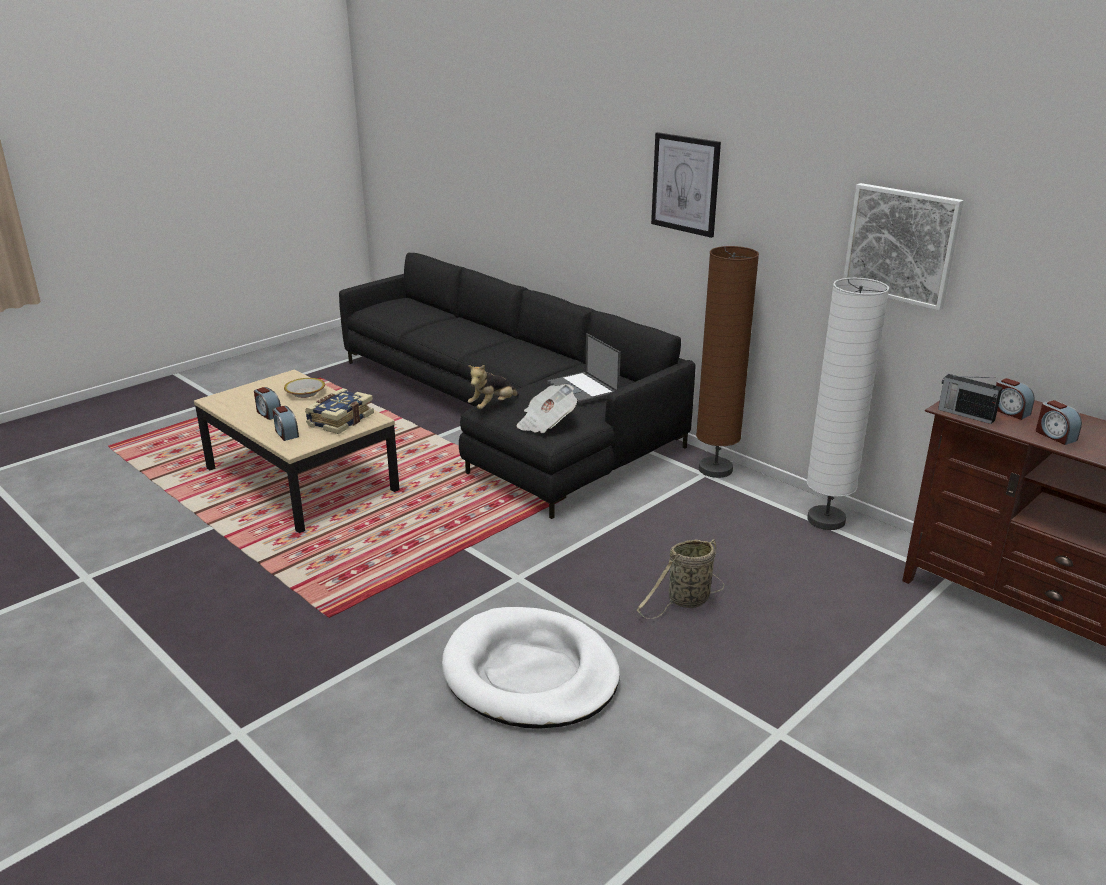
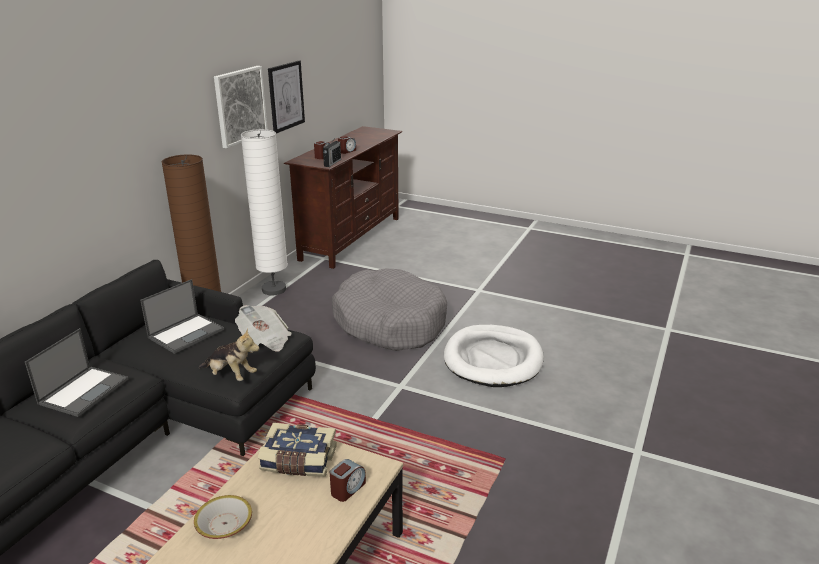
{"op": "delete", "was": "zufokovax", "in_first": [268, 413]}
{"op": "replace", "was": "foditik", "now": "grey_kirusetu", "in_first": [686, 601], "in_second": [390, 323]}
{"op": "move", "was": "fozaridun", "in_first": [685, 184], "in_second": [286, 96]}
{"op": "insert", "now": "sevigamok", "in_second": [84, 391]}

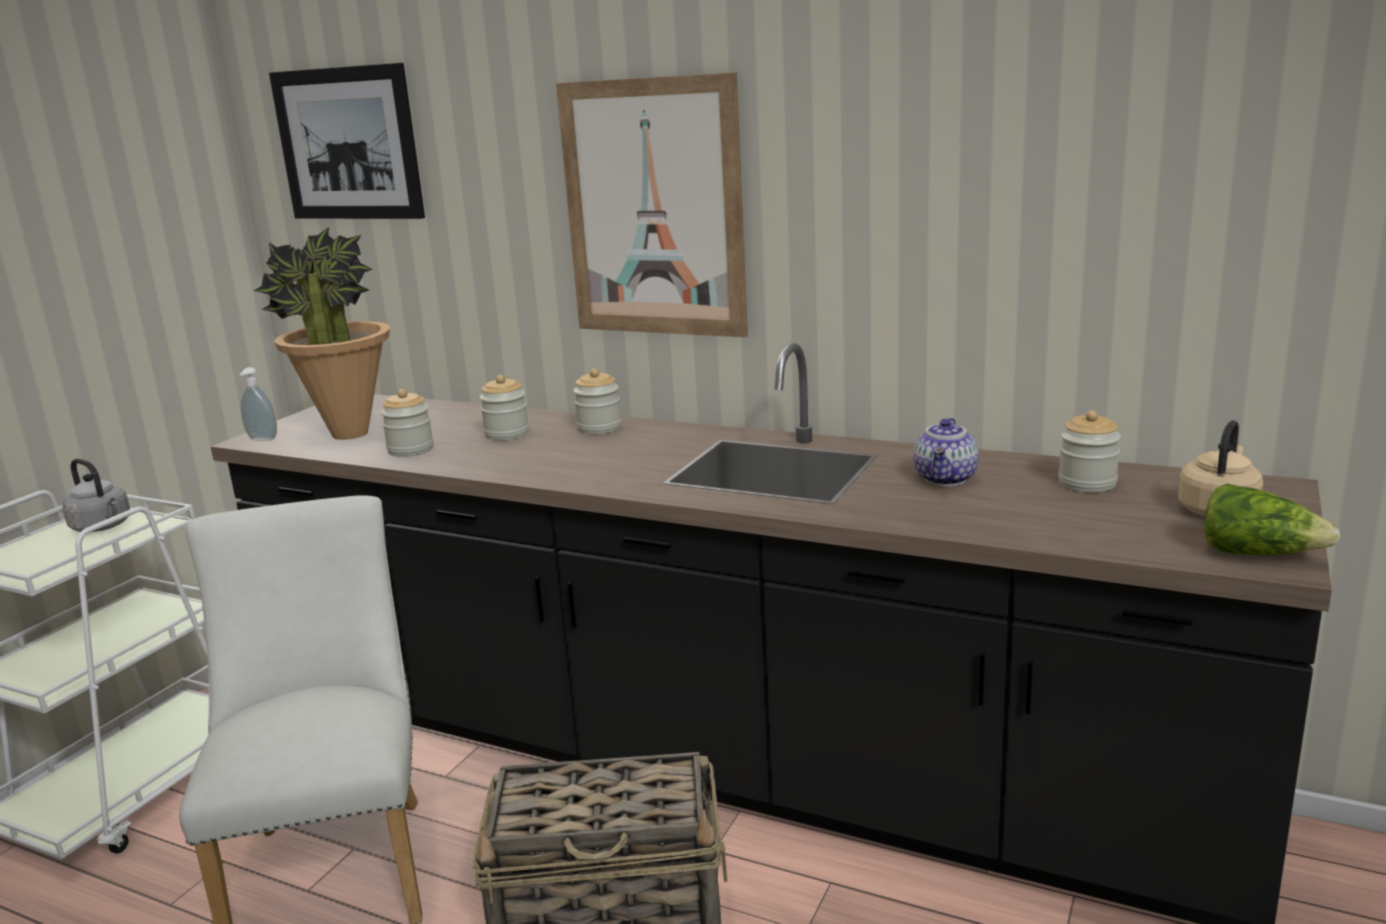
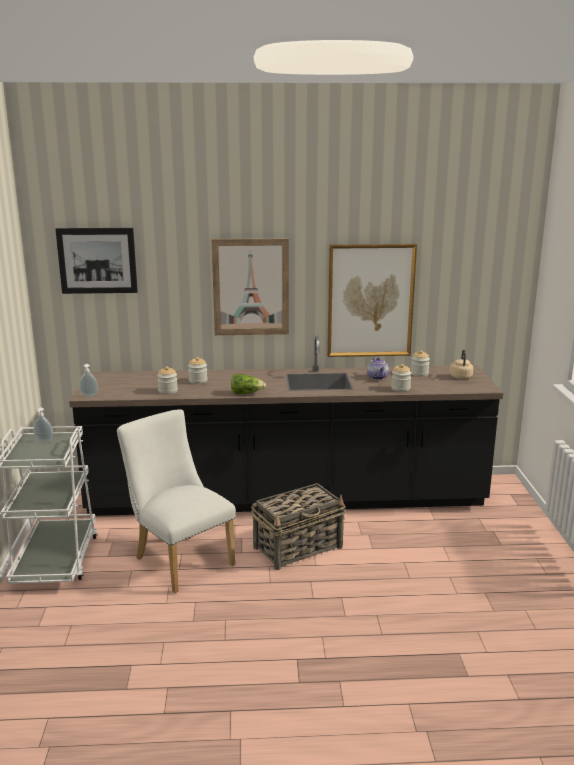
{"op": "replace", "was": "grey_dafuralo", "now": "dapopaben", "in_first": [103, 527], "in_second": [43, 441]}
{"op": "delete", "was": "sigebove", "in_first": [349, 434]}
{"op": "move", "was": "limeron", "in_first": [599, 428], "in_second": [400, 388]}
{"op": "move", "was": "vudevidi", "in_first": [1258, 554], "in_second": [246, 393]}
{"op": "insert", "now": "fozaridun", "in_second": [370, 300]}

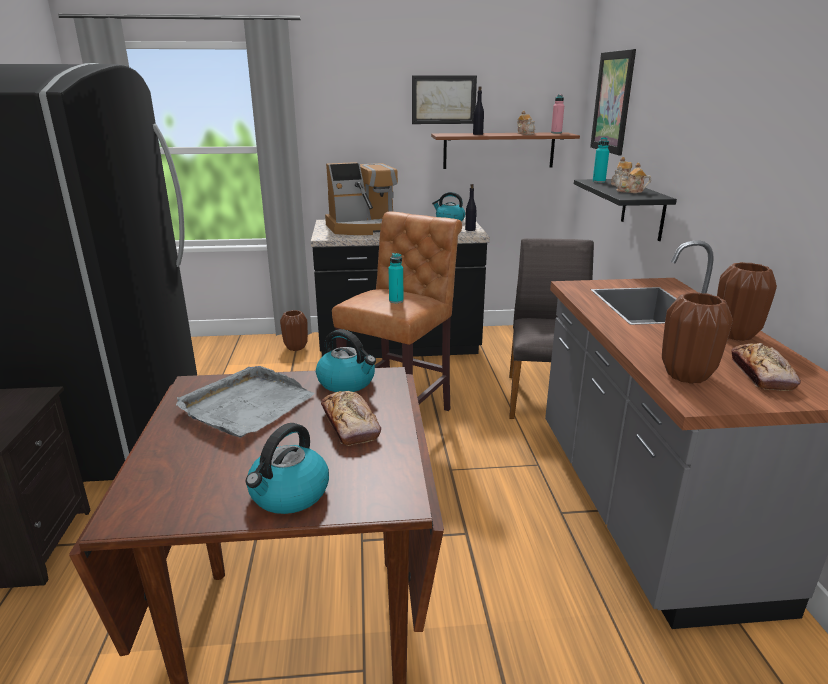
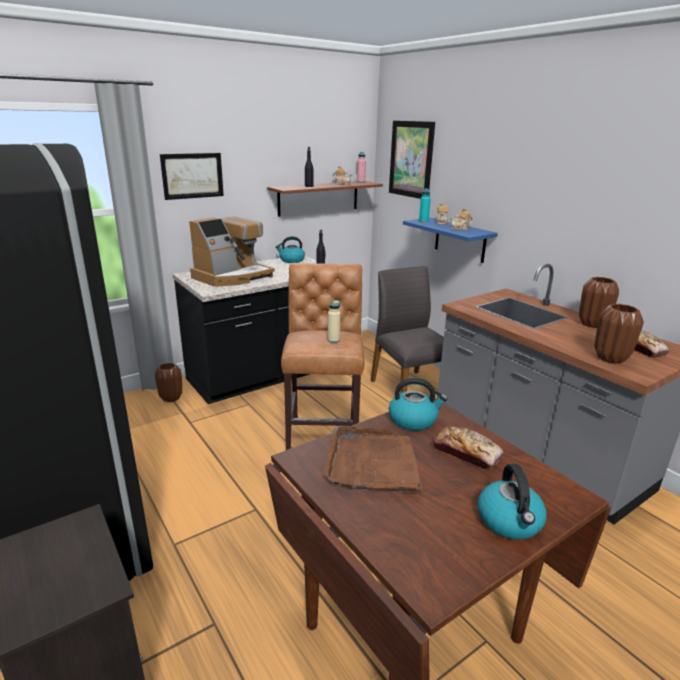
{"op": "recolor", "was": "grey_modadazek", "now": "brown_modadazek", "in_first": [246, 405], "in_second": [372, 463]}
{"op": "recolor", "was": "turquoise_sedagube", "now": "beige_sedagube", "in_first": [396, 301], "in_second": [333, 340]}
{"op": "move", "was": "fozaridun", "in_first": [443, 100], "in_second": [192, 175]}
{"op": "recolor", "was": "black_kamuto", "now": "blue_kamuto", "in_first": [643, 209], "in_second": [460, 240]}

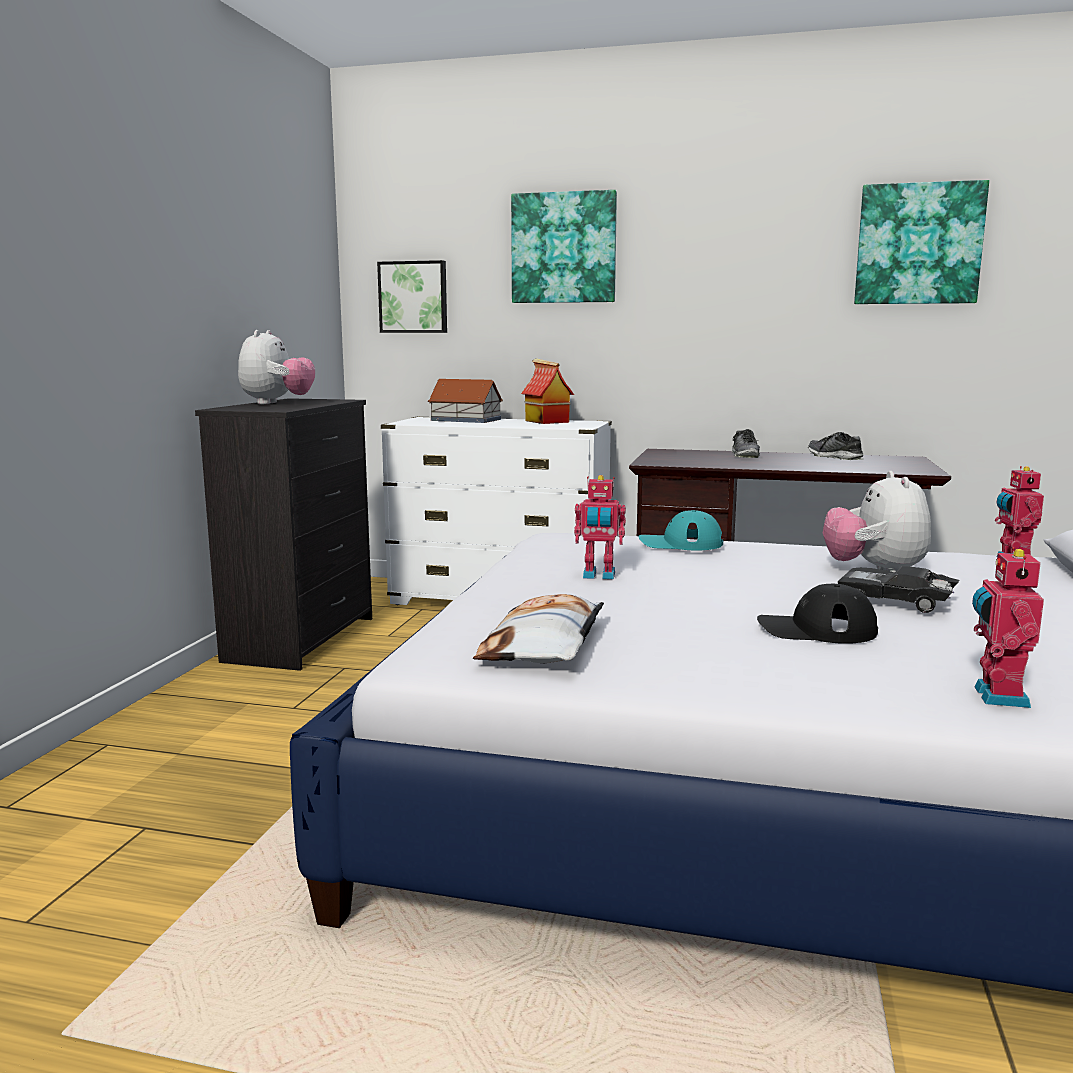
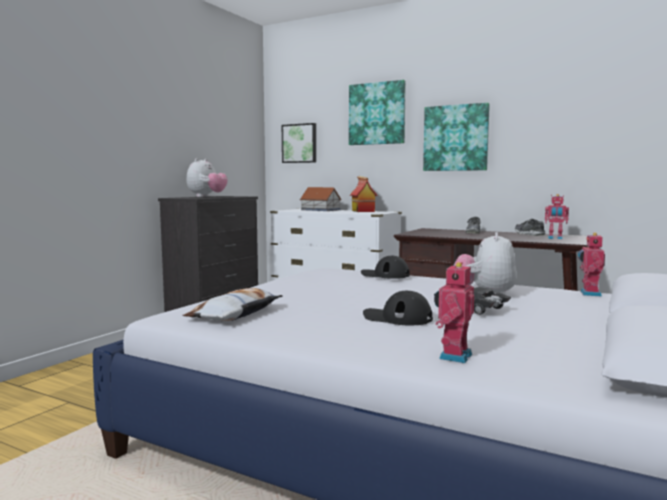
{"op": "move", "was": "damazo", "in_first": [599, 576], "in_second": [555, 238]}
{"op": "recolor", "was": "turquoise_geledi", "now": "black_geledi", "in_first": [680, 543], "in_second": [385, 275]}
{"op": "move", "was": "fozaridun", "in_first": [918, 244], "in_second": [456, 138]}

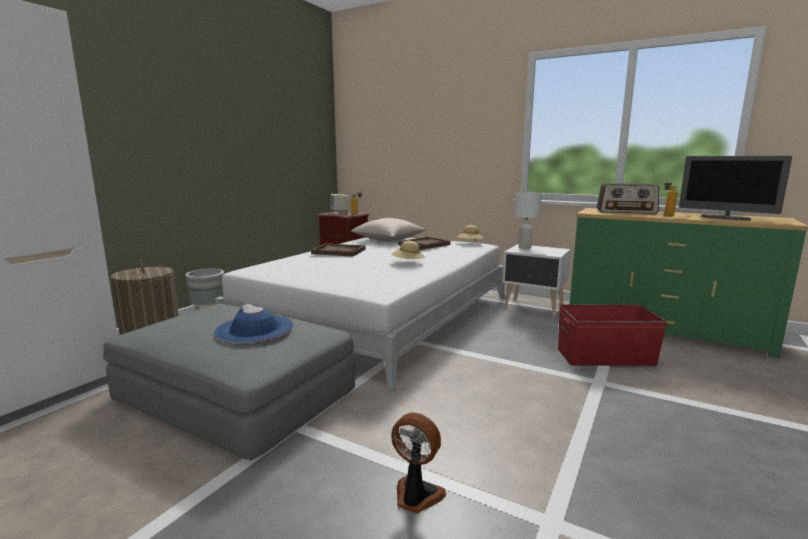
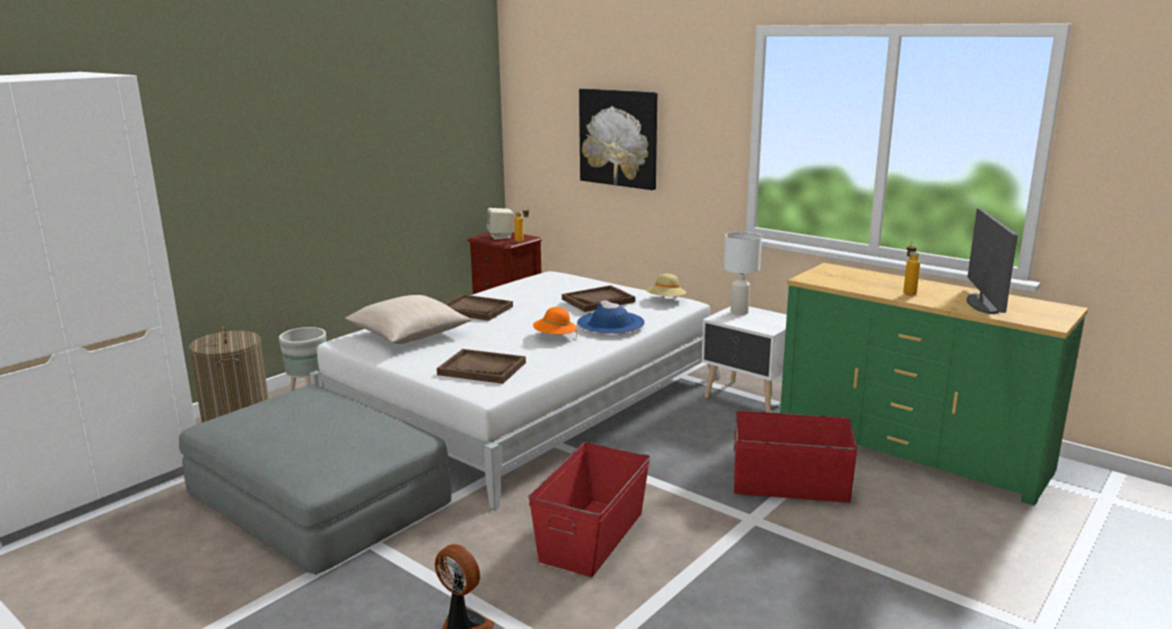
{"op": "move", "was": "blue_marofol", "in_first": [254, 329], "in_second": [610, 323]}
{"op": "move", "was": "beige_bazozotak", "in_first": [388, 240], "in_second": [409, 335]}
{"op": "recolor", "was": "beige_marofol", "now": "orange_marofol", "in_first": [407, 263], "in_second": [554, 337]}
{"op": "delete", "was": "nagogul", "in_first": [626, 211]}
{"op": "rotate", "was": "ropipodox", "in_first": [725, 218], "in_second": [982, 304], "clockwise": -135}
{"op": "insert", "now": "brown_modadazek", "in_second": [482, 368]}
{"op": "insert", "now": "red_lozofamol", "in_second": [593, 536]}
{"op": "insert", "now": "fozaridun", "in_second": [619, 138]}

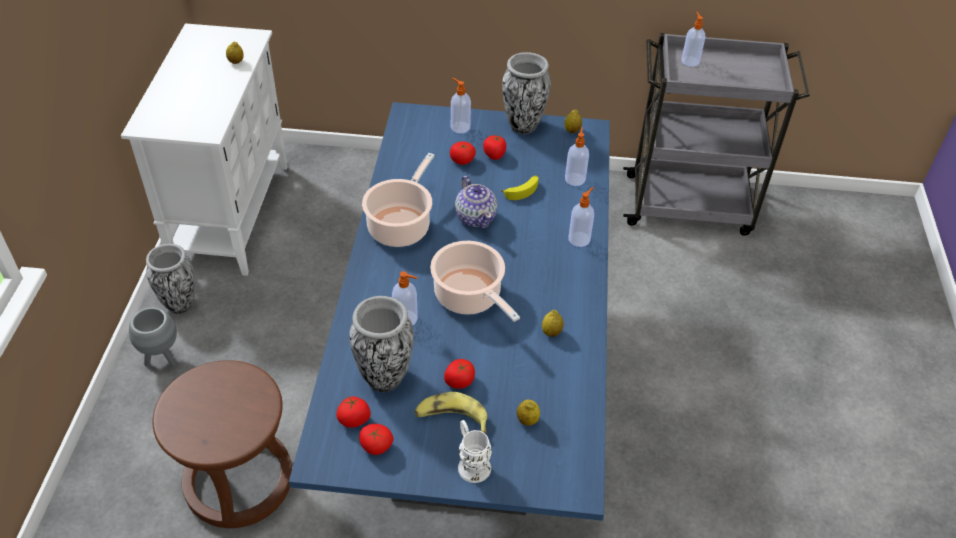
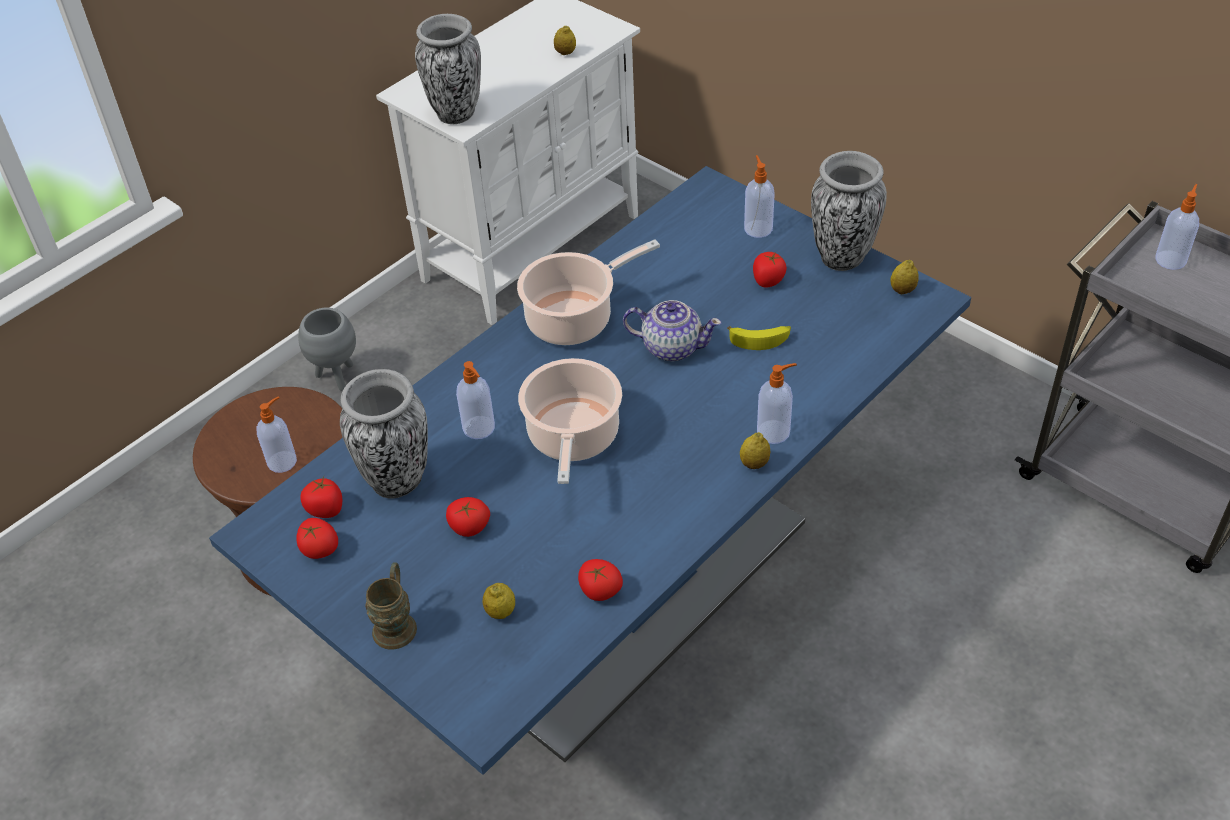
{"op": "move", "was": "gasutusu", "in_first": [179, 304], "in_second": [456, 113]}
{"op": "delete", "was": "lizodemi", "in_first": [451, 417]}
{"op": "move", "was": "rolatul", "in_first": [462, 161], "in_second": [599, 590]}
{"op": "rotate", "was": "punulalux", "in_first": [476, 217], "in_second": [671, 347], "clockwise": -90}
{"op": "recolor", "was": "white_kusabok", "now": "brown_kusabok", "in_first": [471, 462], "in_second": [396, 622]}
{"op": "move", "was": "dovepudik", "in_first": [551, 332], "in_second": [754, 464]}
{"op": "move", "was": "dapopaben", "in_first": [575, 179], "in_second": [283, 461]}

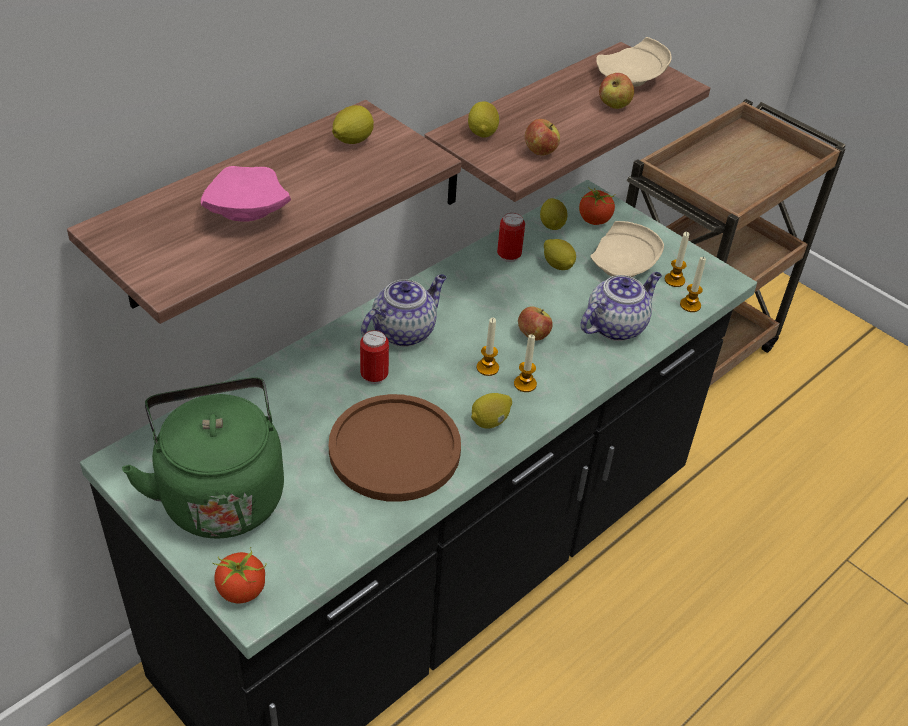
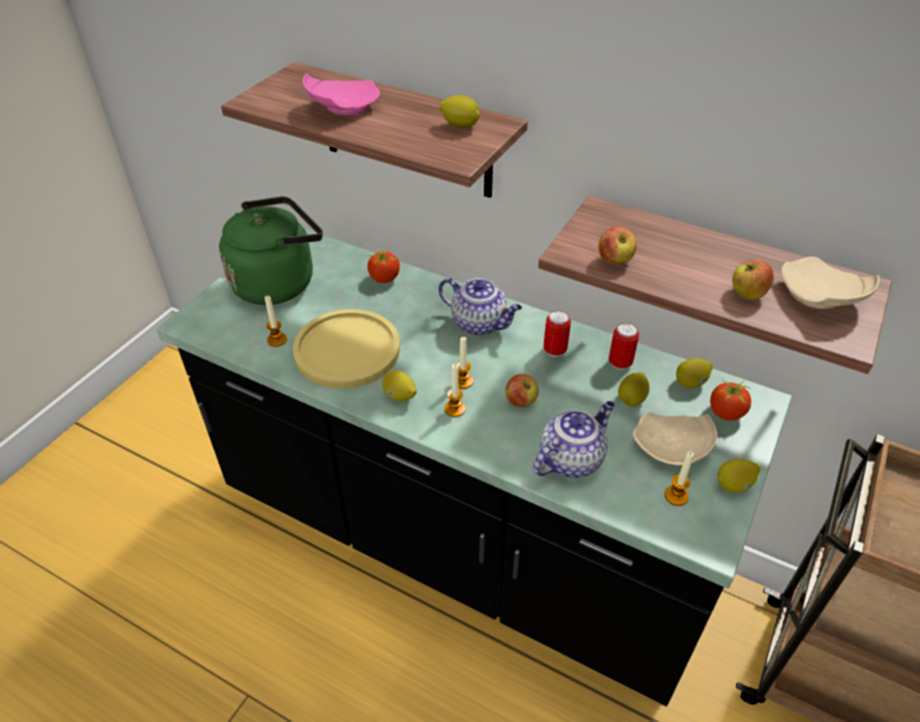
{"op": "move", "was": "rolatul", "in_first": [242, 590], "in_second": [384, 278]}
{"op": "recolor", "was": "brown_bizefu", "now": "yellow_bizefu", "in_first": [394, 449], "in_second": [347, 350]}
{"op": "move", "was": "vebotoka", "in_first": [374, 376], "in_second": [554, 350]}
{"op": "move", "was": "dovepudik", "in_first": [482, 132], "in_second": [734, 485]}
{"op": "rotate", "was": "punulalux", "in_first": [616, 325], "in_second": [571, 459], "clockwise": -75}
{"op": "move", "was": "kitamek", "in_first": [690, 305], "in_second": [277, 340]}

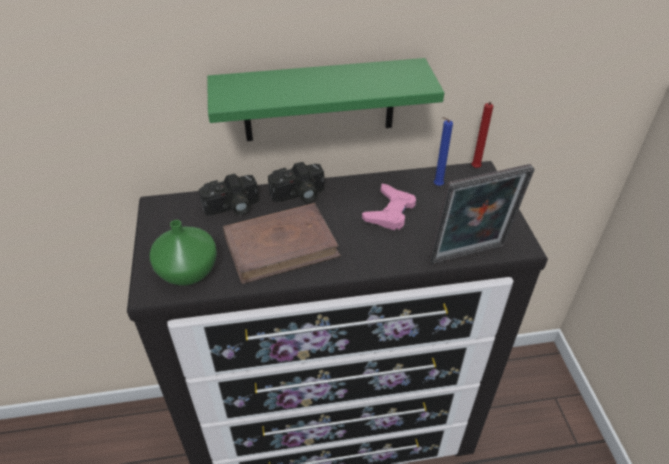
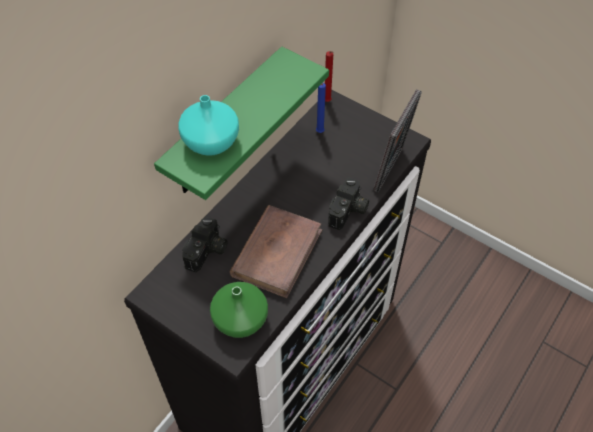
{"op": "move", "was": "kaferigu", "in_first": [298, 195], "in_second": [349, 212]}
{"op": "delete", "was": "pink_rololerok", "in_first": [390, 212]}
{"op": "insert", "now": "turquoise_gasutusu", "in_second": [210, 142]}

